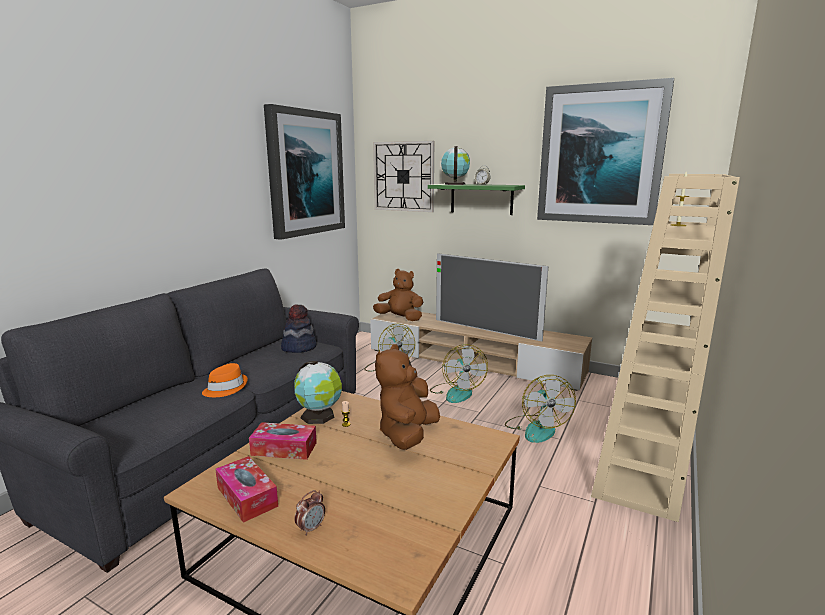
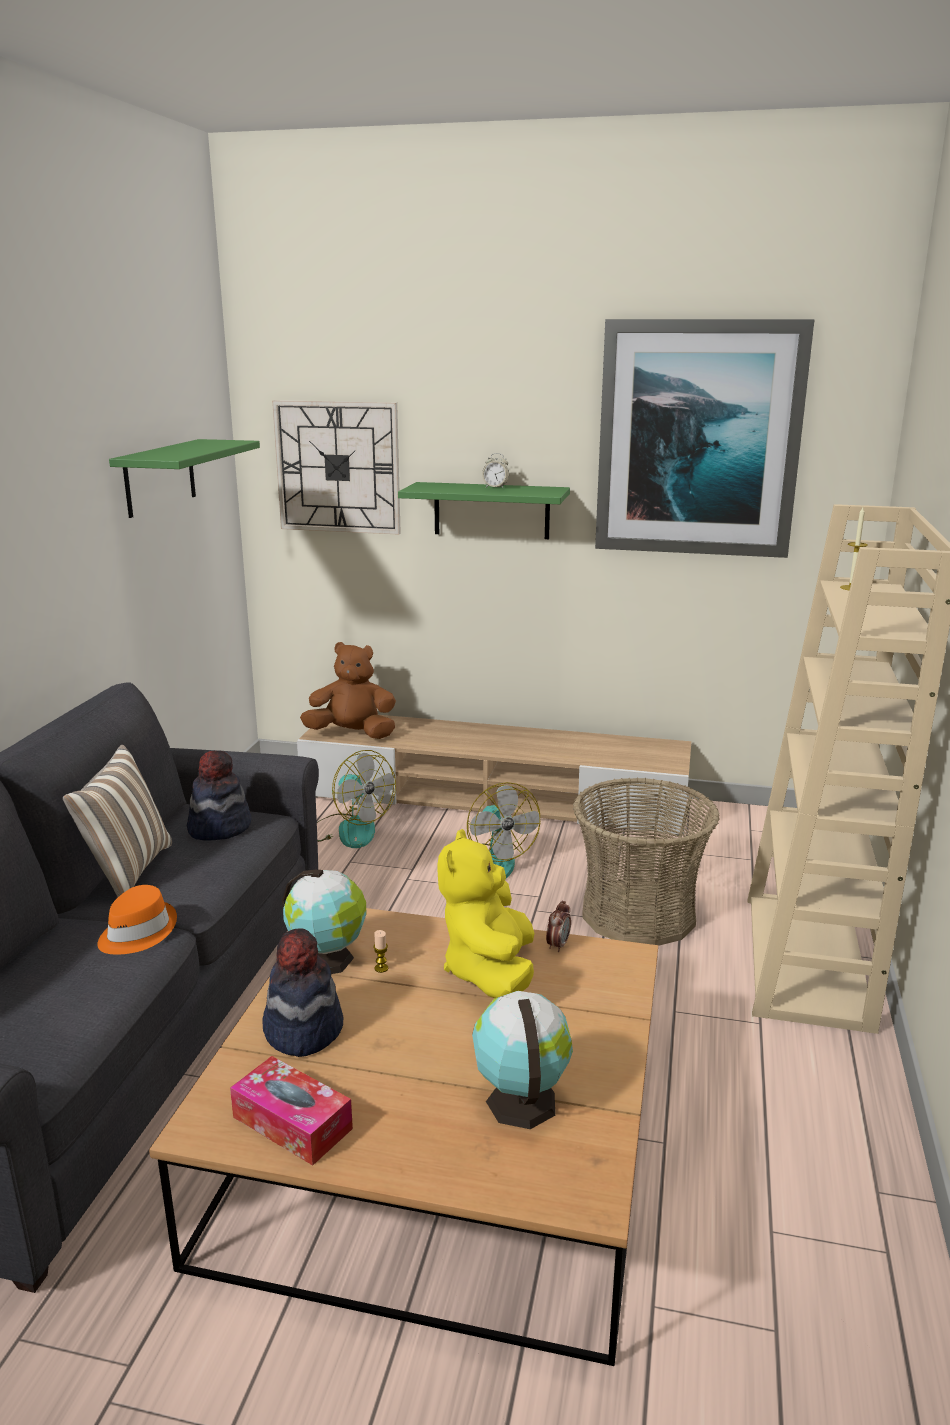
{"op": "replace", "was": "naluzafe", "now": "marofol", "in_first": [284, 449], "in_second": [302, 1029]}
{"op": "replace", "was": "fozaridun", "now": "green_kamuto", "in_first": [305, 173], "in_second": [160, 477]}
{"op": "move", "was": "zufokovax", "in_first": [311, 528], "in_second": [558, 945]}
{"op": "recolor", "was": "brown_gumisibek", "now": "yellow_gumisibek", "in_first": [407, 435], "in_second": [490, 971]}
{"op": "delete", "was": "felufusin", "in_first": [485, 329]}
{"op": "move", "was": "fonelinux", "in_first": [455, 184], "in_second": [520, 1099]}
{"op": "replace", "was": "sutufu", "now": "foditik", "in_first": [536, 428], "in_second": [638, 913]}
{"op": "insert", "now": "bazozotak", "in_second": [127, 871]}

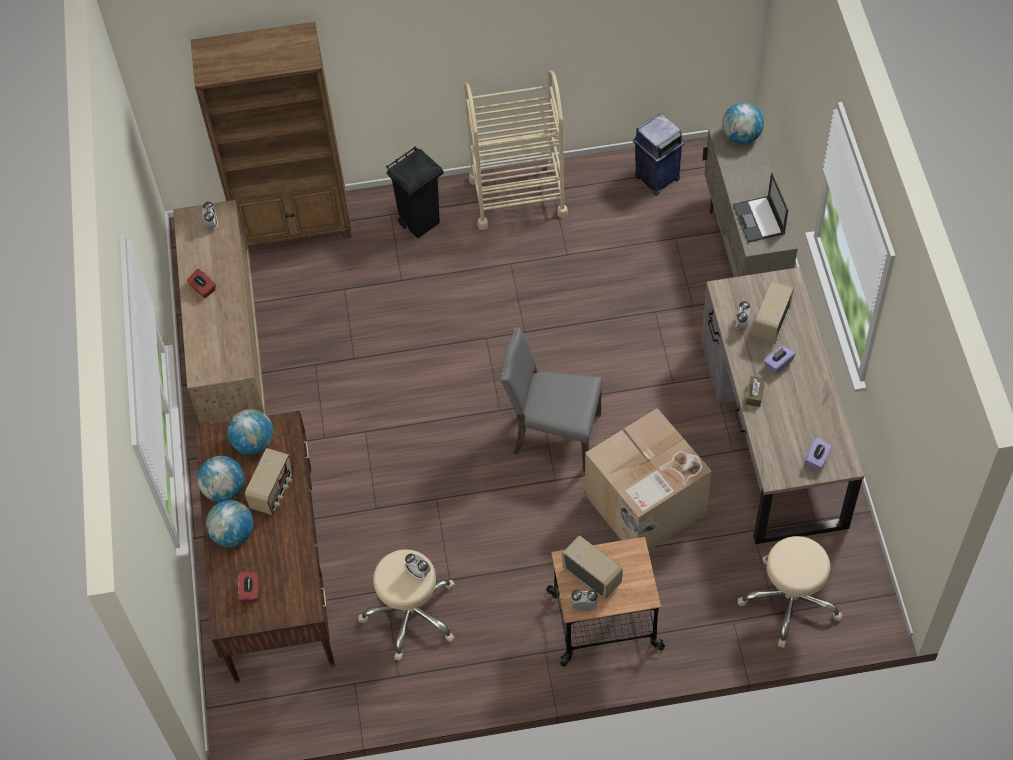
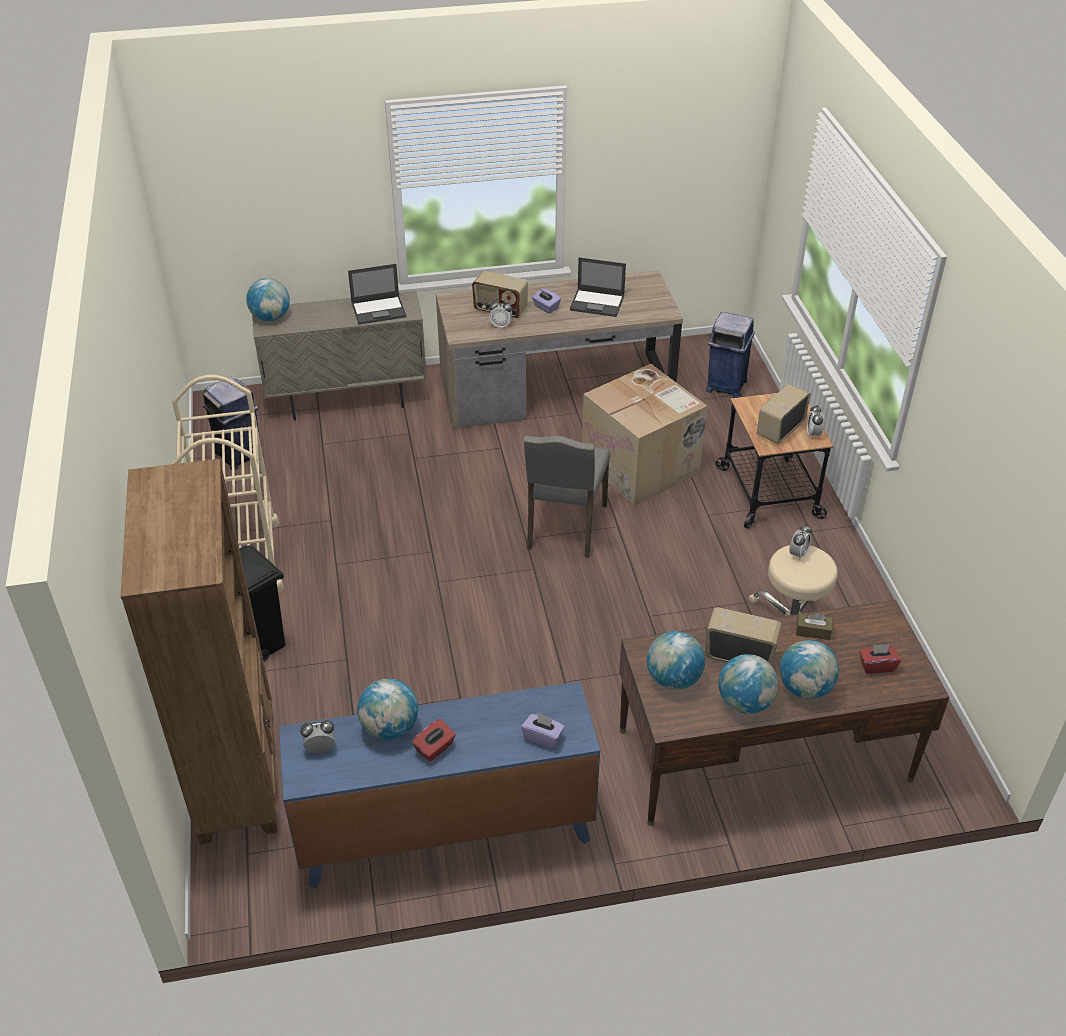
{"op": "recolor", "was": "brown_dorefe", "now": "blue_dorefe", "in_first": [231, 353], "in_second": [445, 830]}
{"op": "replace", "was": "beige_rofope", "now": "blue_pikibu", "in_first": [790, 600], "in_second": [725, 386]}
{"op": "move", "was": "brown_naluzafe", "in_first": [754, 394], "in_second": [813, 631]}
{"op": "move", "was": "purple_naluzafe", "in_first": [817, 459], "in_second": [543, 737]}
{"op": "insert", "now": "fonelinux", "in_second": [390, 728]}
{"op": "insert", "now": "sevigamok", "in_second": [597, 303]}

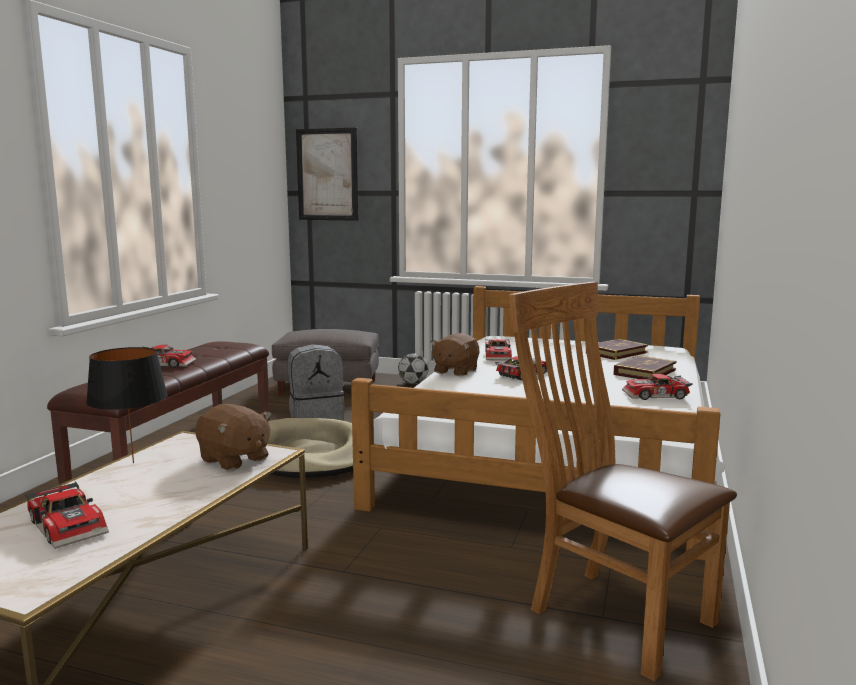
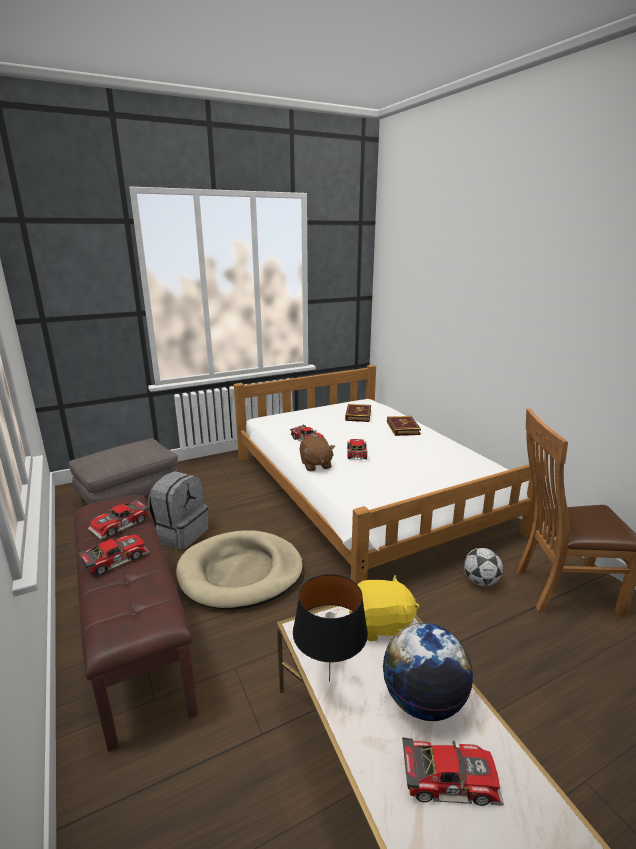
{"op": "recolor", "was": "brown_gumisibek", "now": "yellow_gumisibek", "in_first": [234, 459], "in_second": [381, 625]}
{"op": "delete", "was": "fozaridun", "in_first": [327, 174]}
{"op": "move", "was": "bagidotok", "in_first": [413, 383], "in_second": [480, 581]}
{"op": "move", "was": "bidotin", "in_first": [656, 396], "in_second": [121, 525]}
{"op": "insert", "now": "fonelinux", "in_second": [423, 700]}

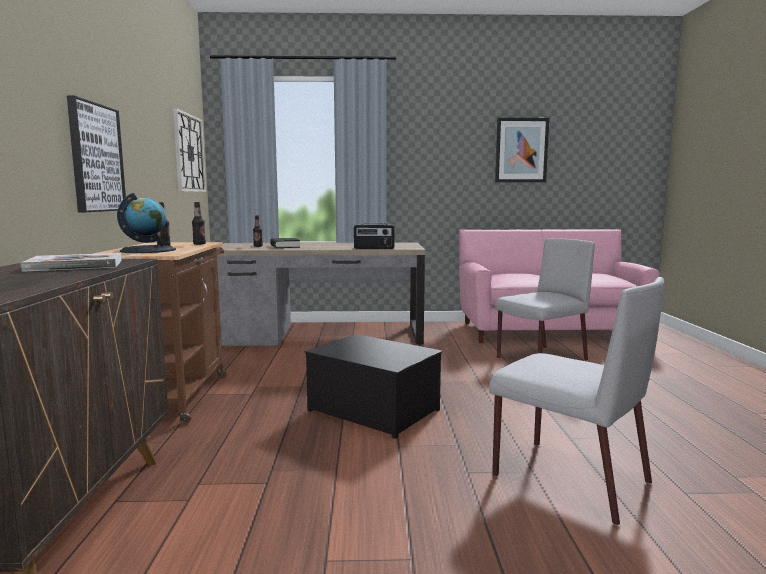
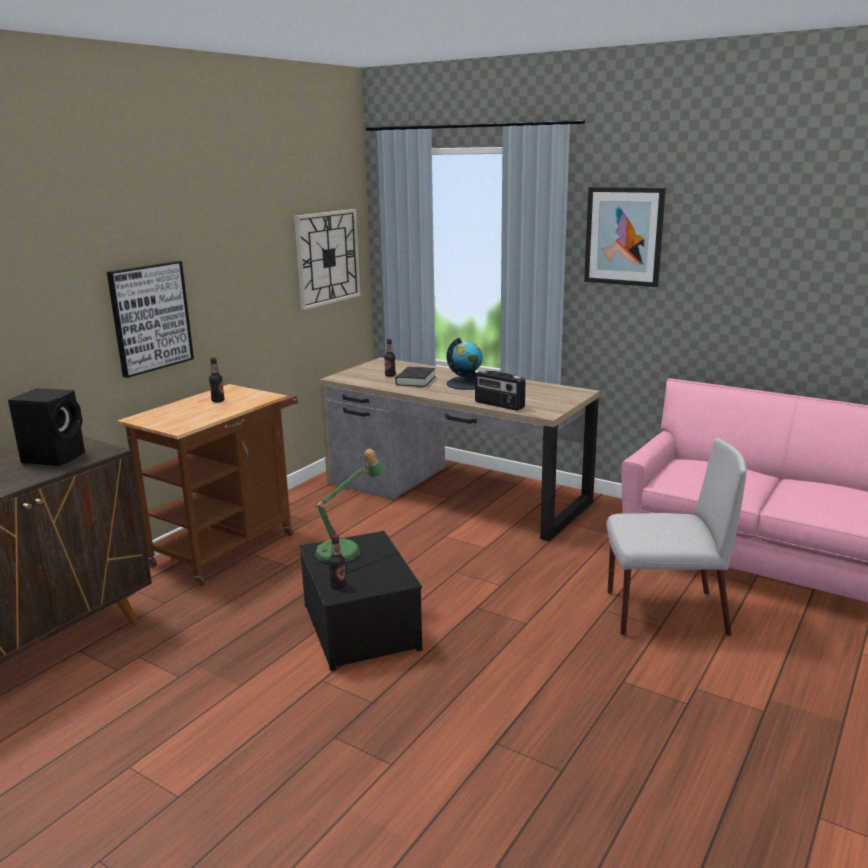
{"op": "replace", "was": "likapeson", "now": "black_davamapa", "in_first": [75, 265], "in_second": [55, 457]}
{"op": "move", "was": "fonelinux", "in_first": [148, 250], "in_second": [467, 383]}
{"op": "move", "was": "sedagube", "in_first": [199, 244], "in_second": [338, 585]}
{"op": "delete", "was": "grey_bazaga", "in_first": [567, 478]}
{"op": "move", "was": "fozaridun", "in_first": [521, 150], "in_second": [624, 236]}
{"op": "insert", "now": "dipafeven", "in_second": [345, 551]}

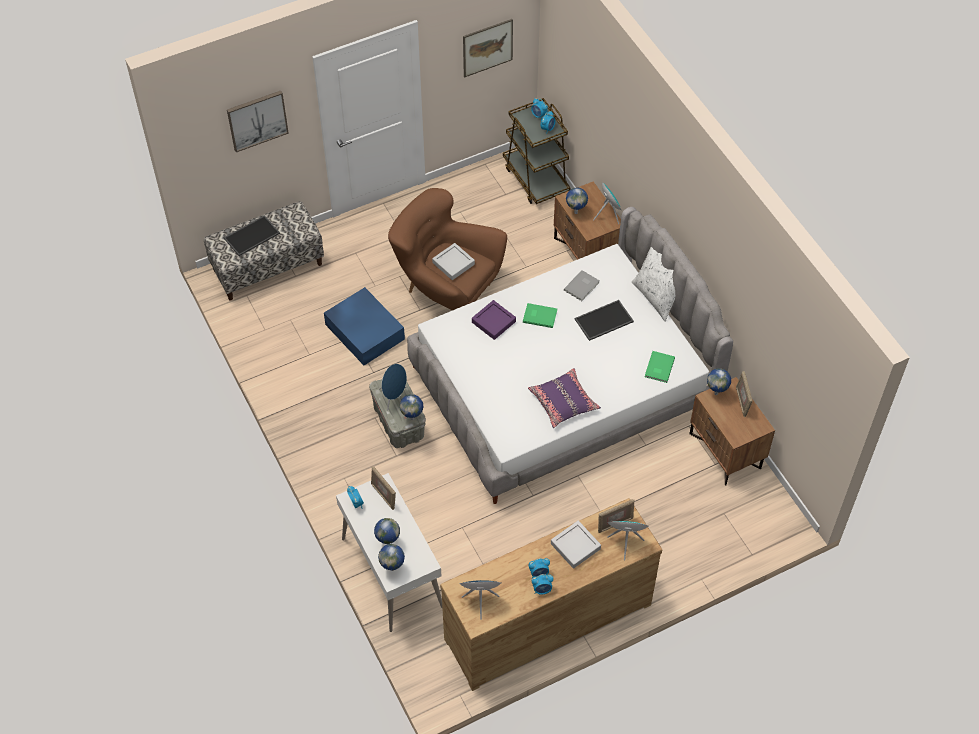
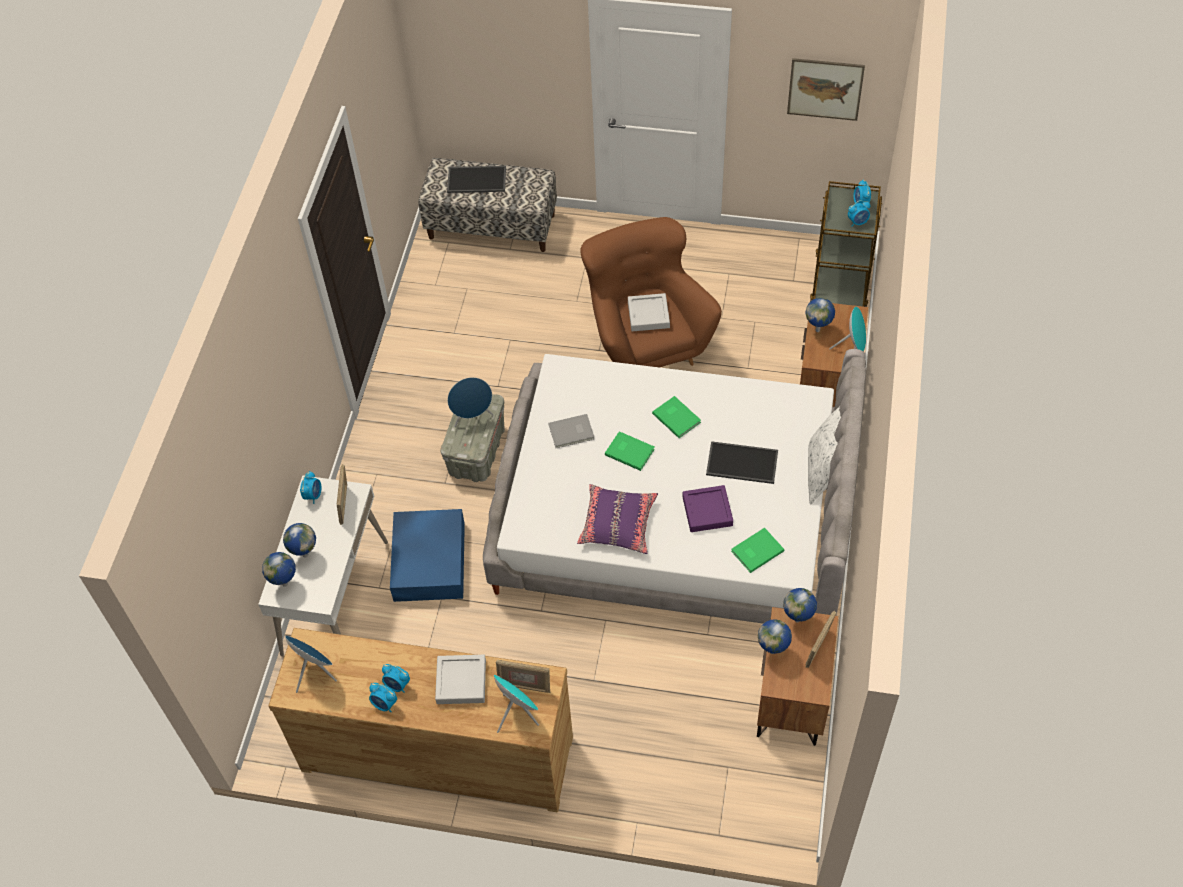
{"op": "delete", "was": "fozaridun", "in_first": [257, 120]}
{"op": "move", "was": "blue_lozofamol", "in_first": [364, 331], "in_second": [430, 560]}
{"op": "move", "was": "fonelinux", "in_first": [412, 418], "in_second": [773, 651]}
{"op": "move", "was": "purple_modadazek", "in_first": [493, 322], "in_second": [707, 511]}
{"op": "move", "was": "grey_likapeson", "in_first": [582, 286], "in_second": [572, 433]}
{"op": "insert", "now": "green_likapeson", "in_second": [629, 451]}

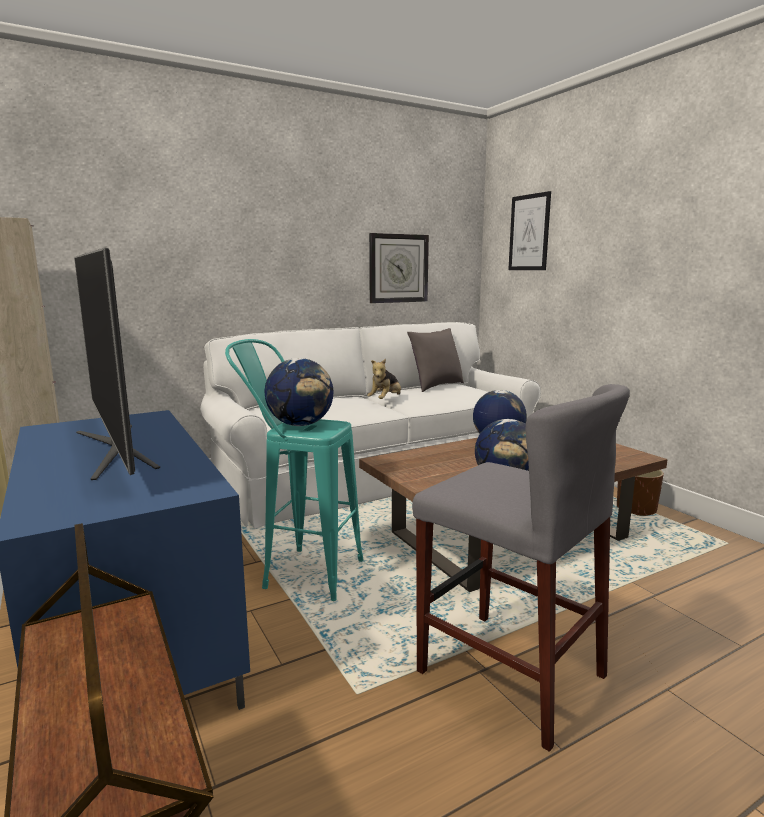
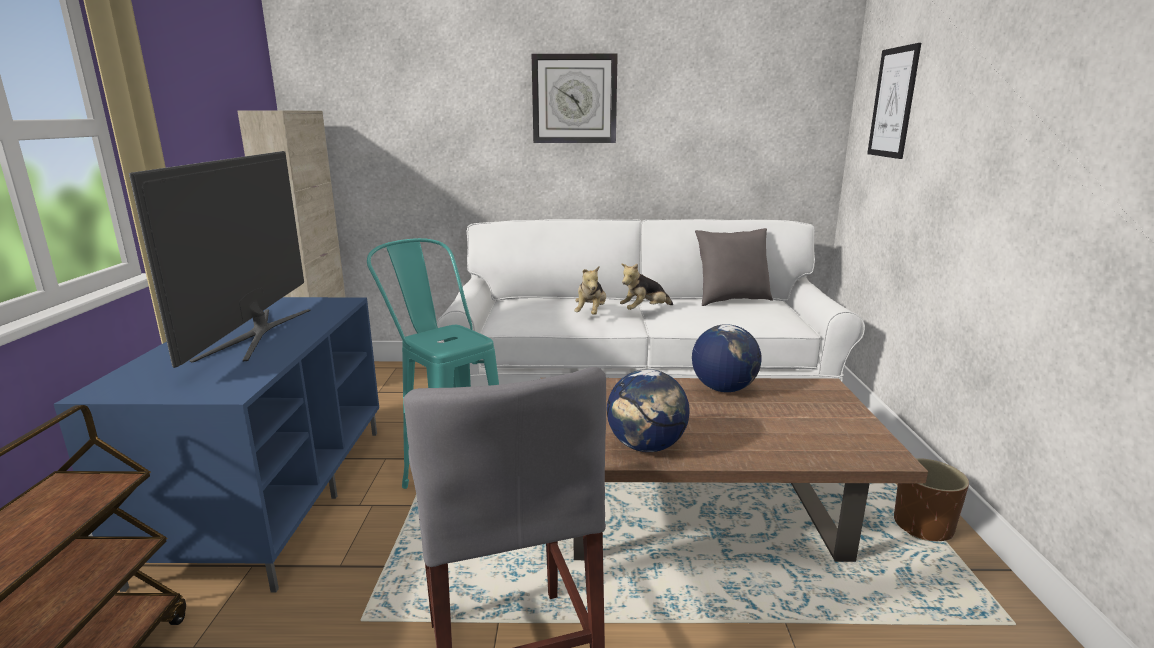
{"op": "delete", "was": "fonelinux", "in_first": [300, 425]}
{"op": "move", "was": "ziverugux", "in_first": [398, 268], "in_second": [574, 99]}
{"op": "insert", "now": "gumisibek", "in_second": [591, 313]}

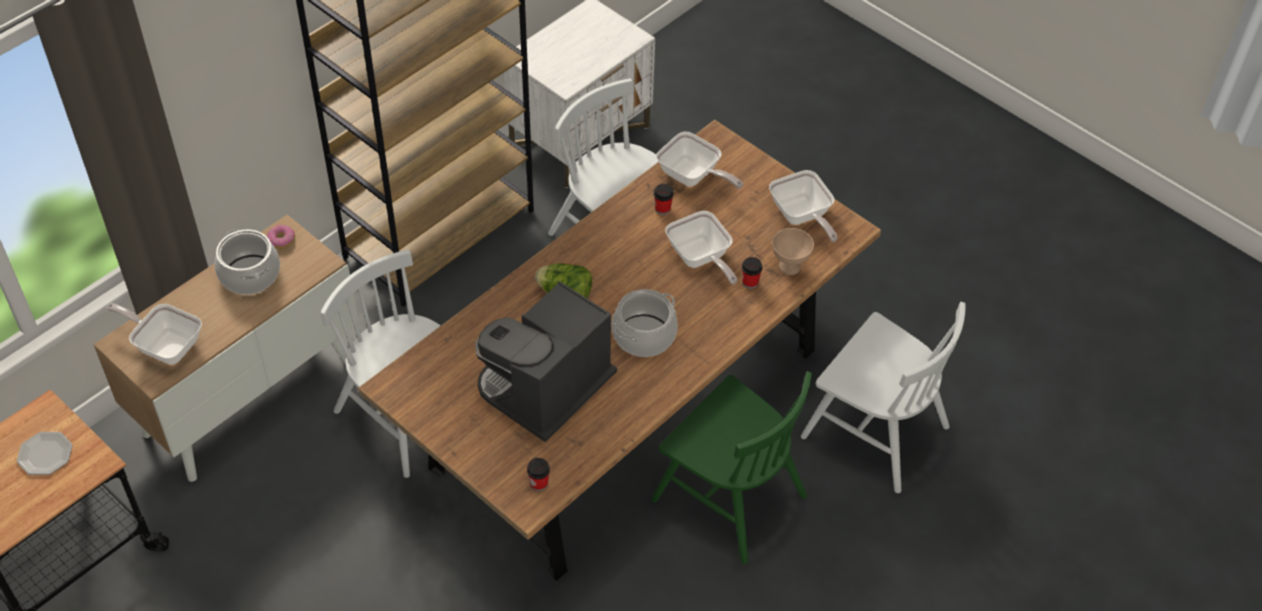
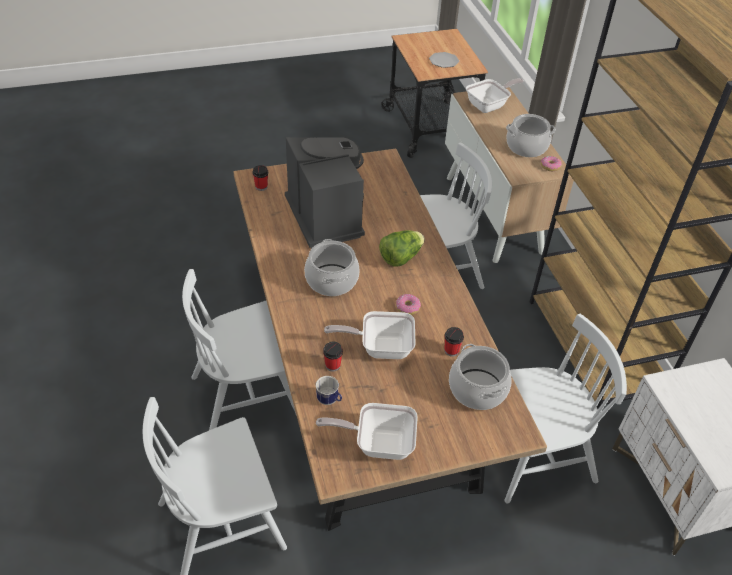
{"op": "recolor", "was": "green_bazaga", "now": "white_bazaga", "in_first": [728, 497], "in_second": [246, 396]}
{"op": "replace", "was": "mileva", "now": "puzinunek", "in_first": [693, 177], "in_second": [477, 389]}
{"op": "replace", "was": "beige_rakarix", "now": "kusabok", "in_first": [789, 266], "in_second": [329, 400]}
{"op": "insert", "now": "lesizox", "in_second": [408, 308]}

